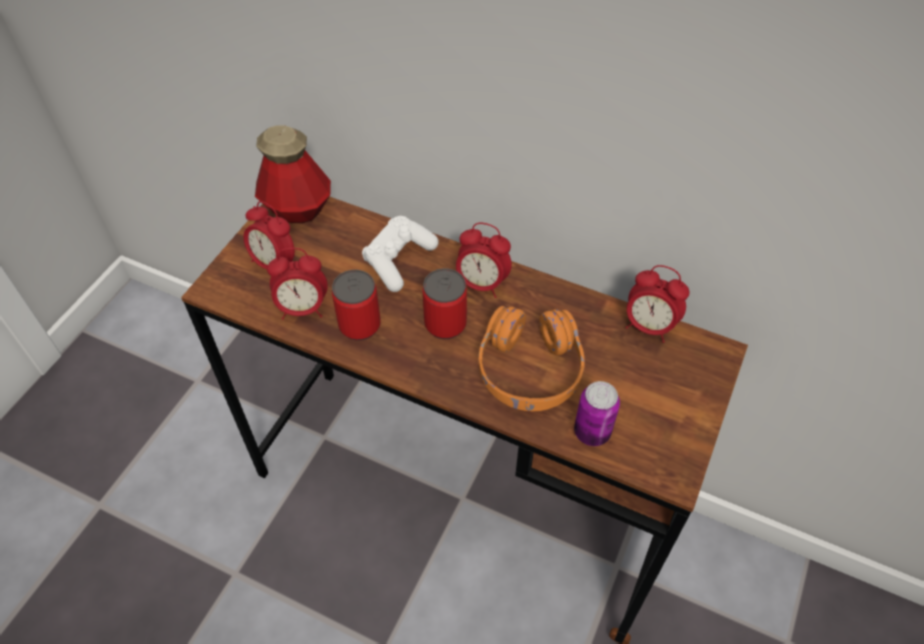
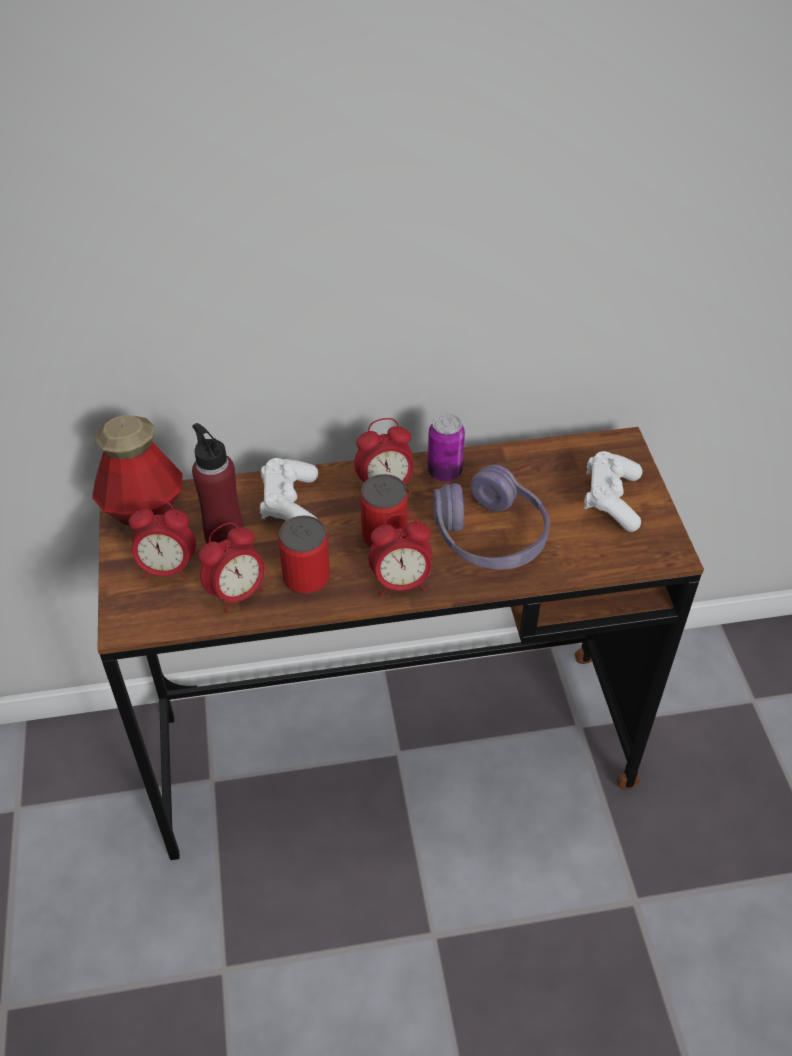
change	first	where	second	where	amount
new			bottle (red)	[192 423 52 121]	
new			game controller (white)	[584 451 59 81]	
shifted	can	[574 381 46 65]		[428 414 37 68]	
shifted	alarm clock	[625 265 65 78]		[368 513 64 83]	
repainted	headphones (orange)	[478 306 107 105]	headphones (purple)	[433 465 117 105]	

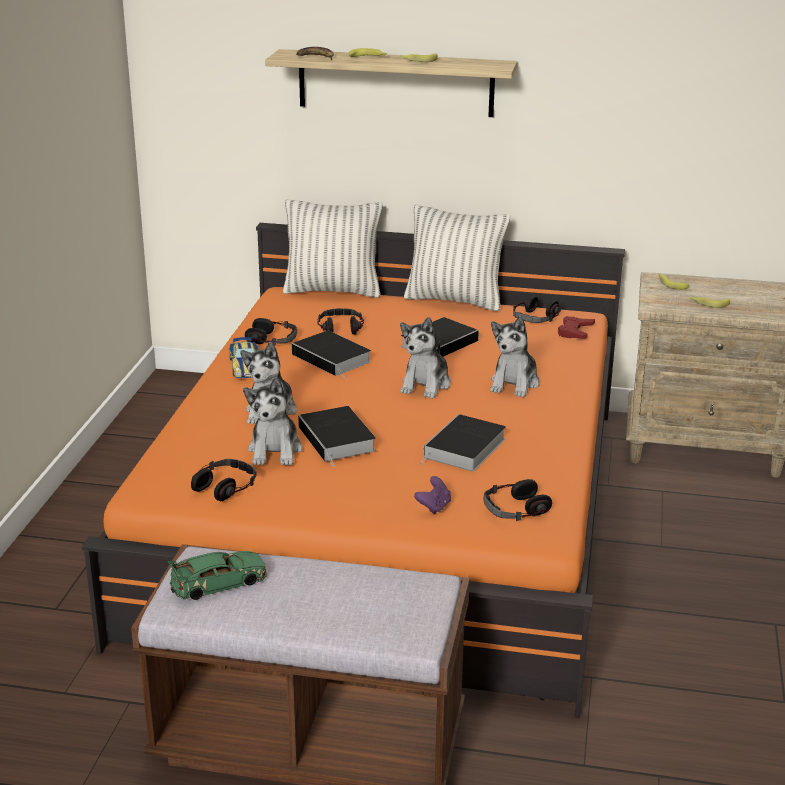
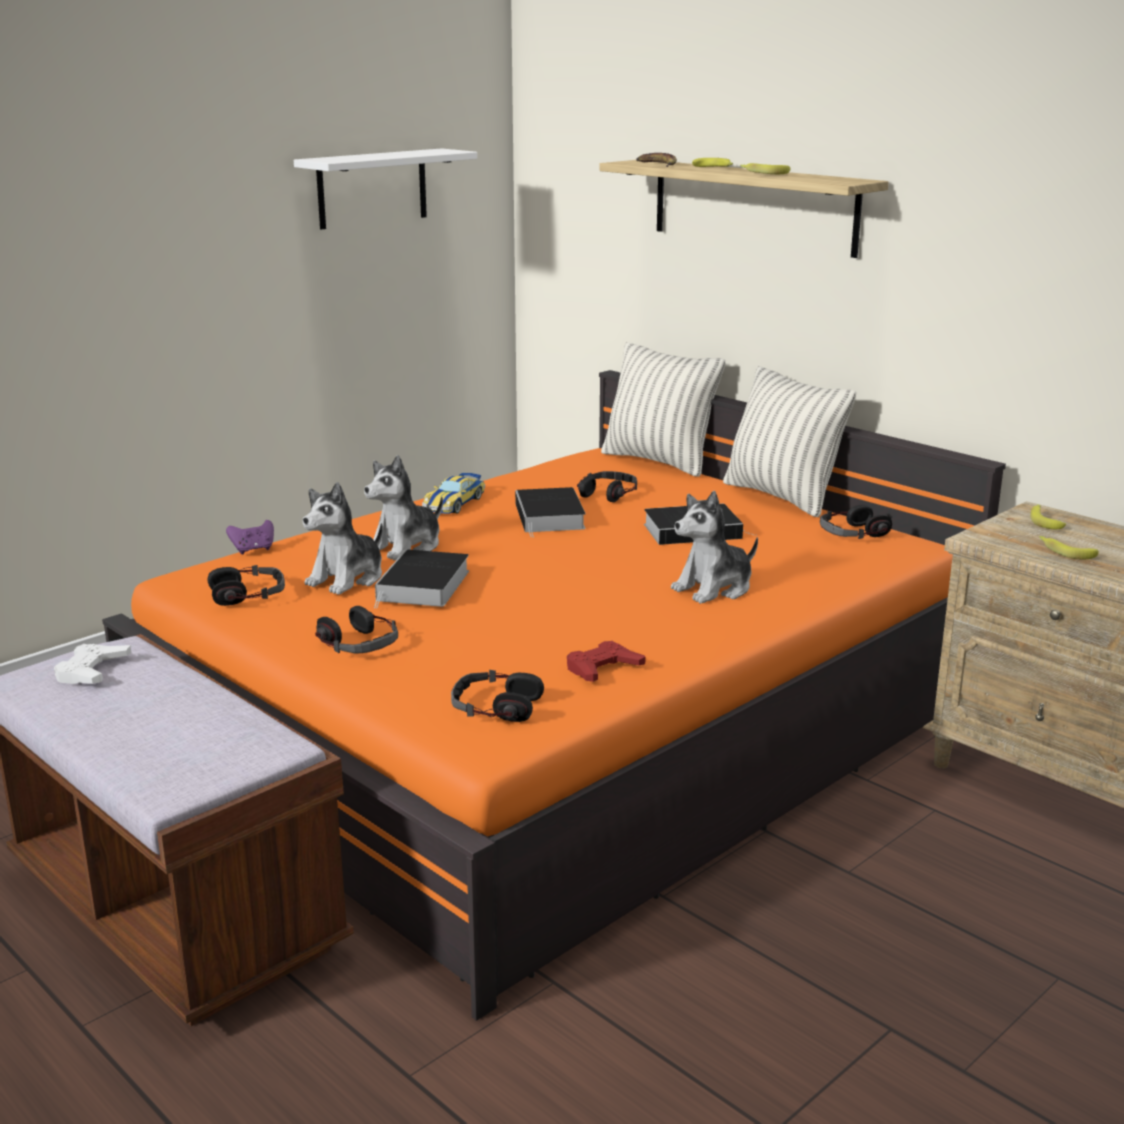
change	first	where	second	where	amount
gone	plush toy	[400 317 51 82]			
gone	book	[420 414 86 58]			
new			shelf (white)	[294 148 183 82]	
shifted	headphones	[245 318 52 28]		[315 606 83 47]	
shifted	game controller (purple)	[414 476 37 38]		[226 520 48 34]	
shifted	game controller (red)	[558 316 37 23]		[567 641 79 41]	
swapped	toy car (green)	[168 551 99 49]	game controller (white)	[54 644 77 40]	

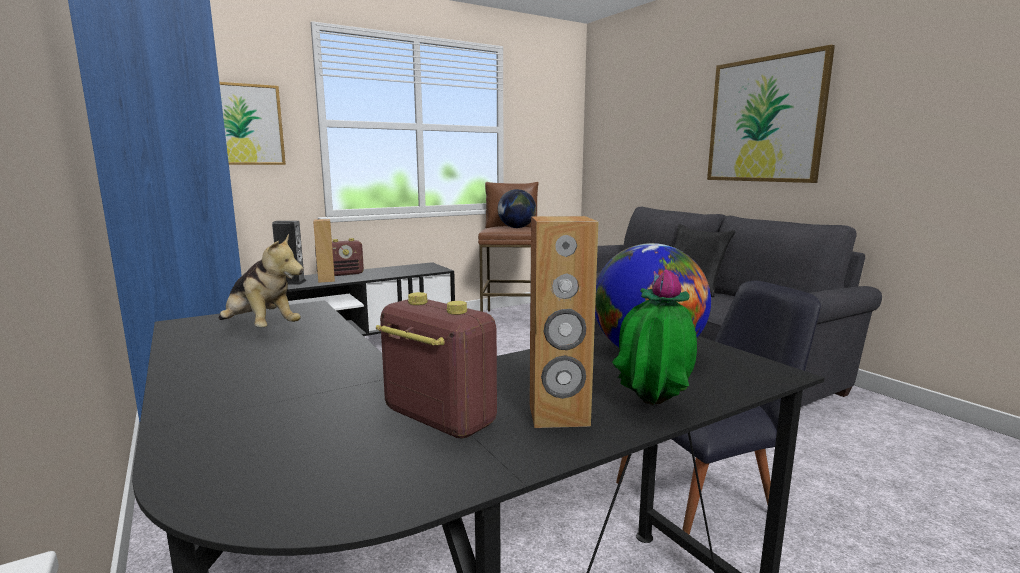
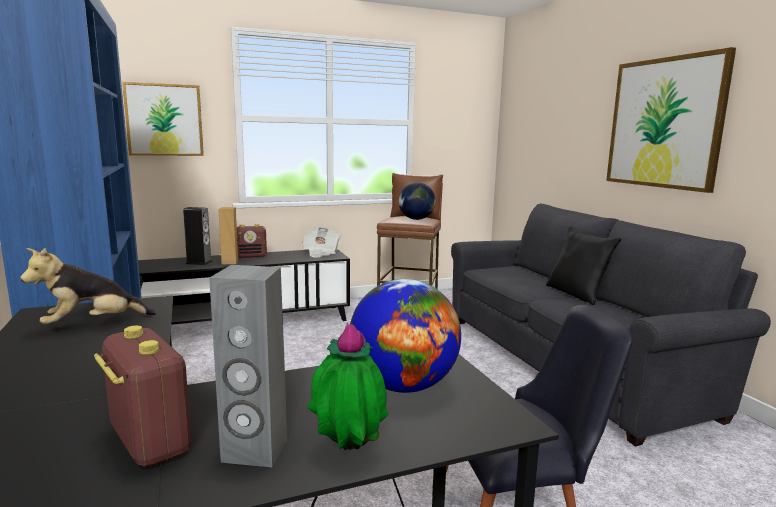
change	first	where	second	where	amount
new			newspaper	[302 227 39 30]	
repainted	speaker (brown)	[529 216 69 212]	speaker (grey)	[209 265 78 202]	
rotated	plush toy	[219 234 84 94]		[20 248 136 76]	105 degrees clockwise

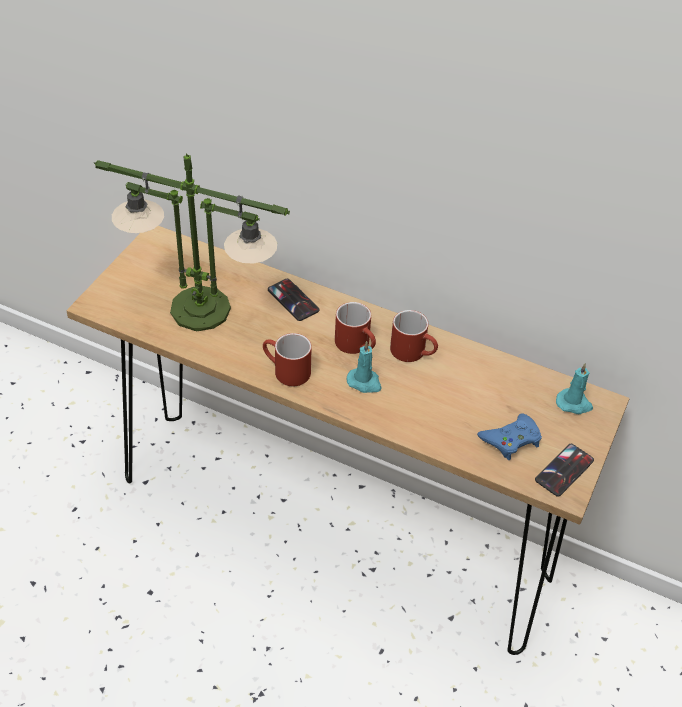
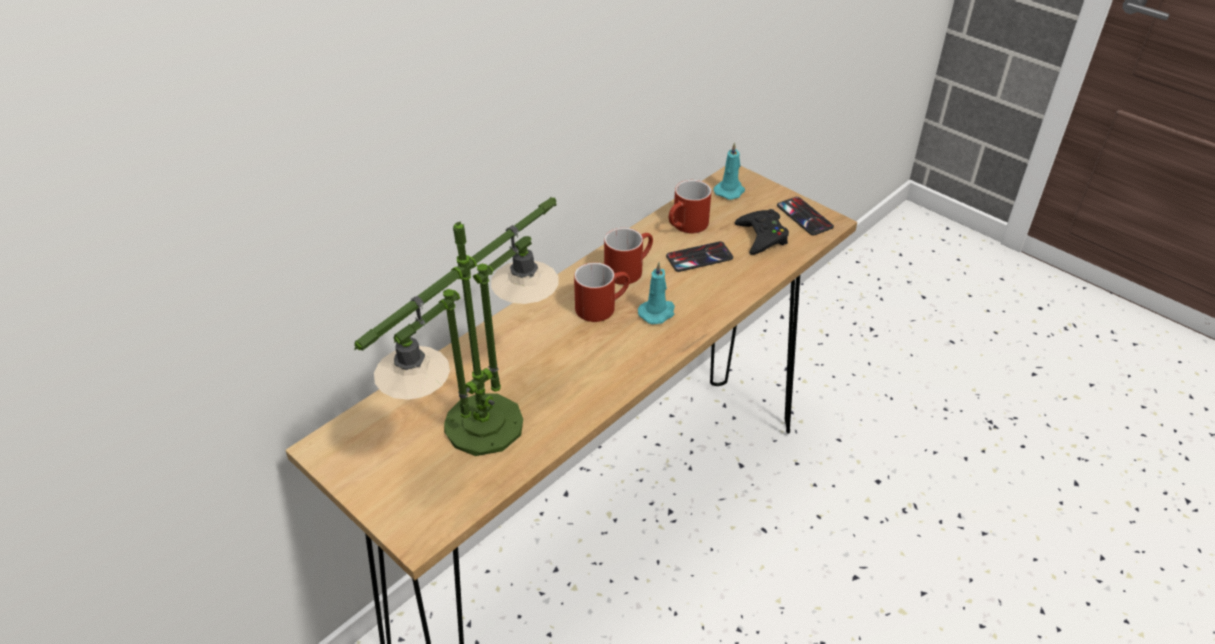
change	first	where	second	where	amount
shifted	mug (red)	[263 333 49 53]		[669 180 43 53]	
shifted	phone	[268 279 52 42]		[666 241 67 31]	
repainted	game controller (blue)	[477 413 65 47]	game controller (black)	[735 209 54 46]	

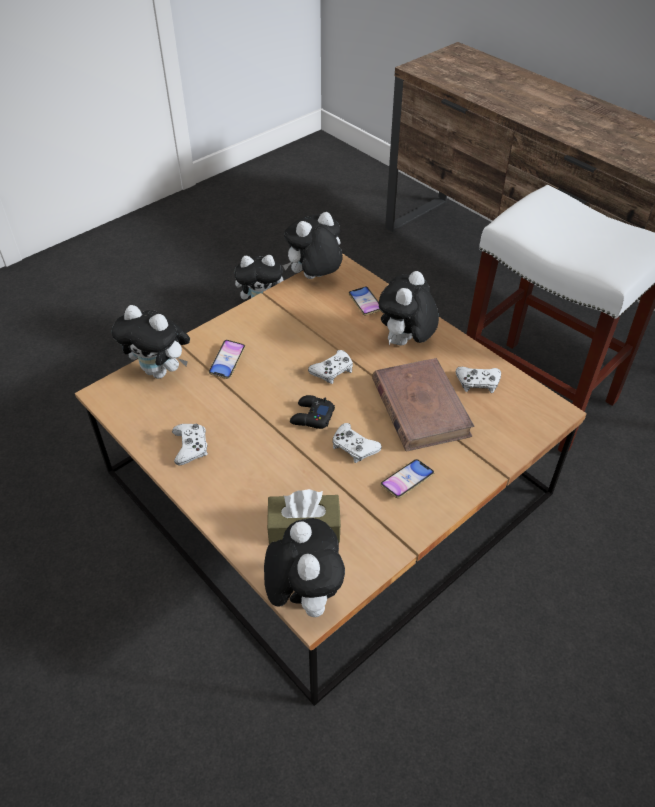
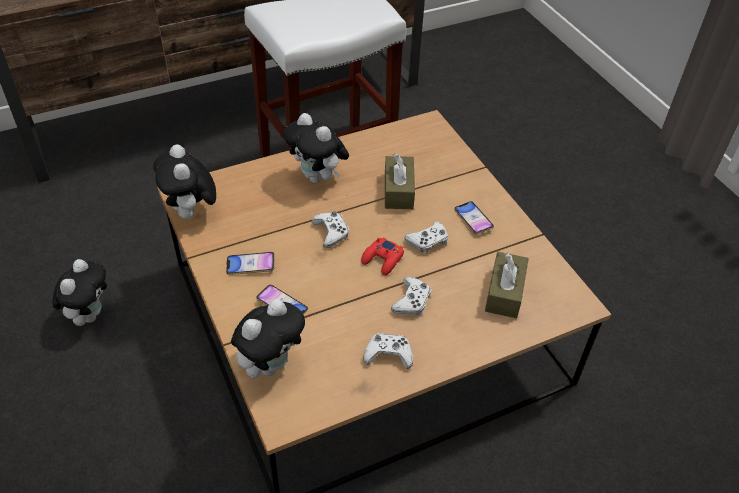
change	first	where	second	where	amount
gone	plush toy	[264 518 81 99]			
shifted	phone	[349 287 32 28]		[226 252 49 23]	
shifted	game controller (white)	[456 367 45 26]		[391 277 40 38]	
swapped	book (brown)	[372 358 102 94]	tissue box (brown)	[385 153 30 56]	
repainted	game controller (black)	[290 395 45 34]	game controller (red)	[361 237 43 38]	

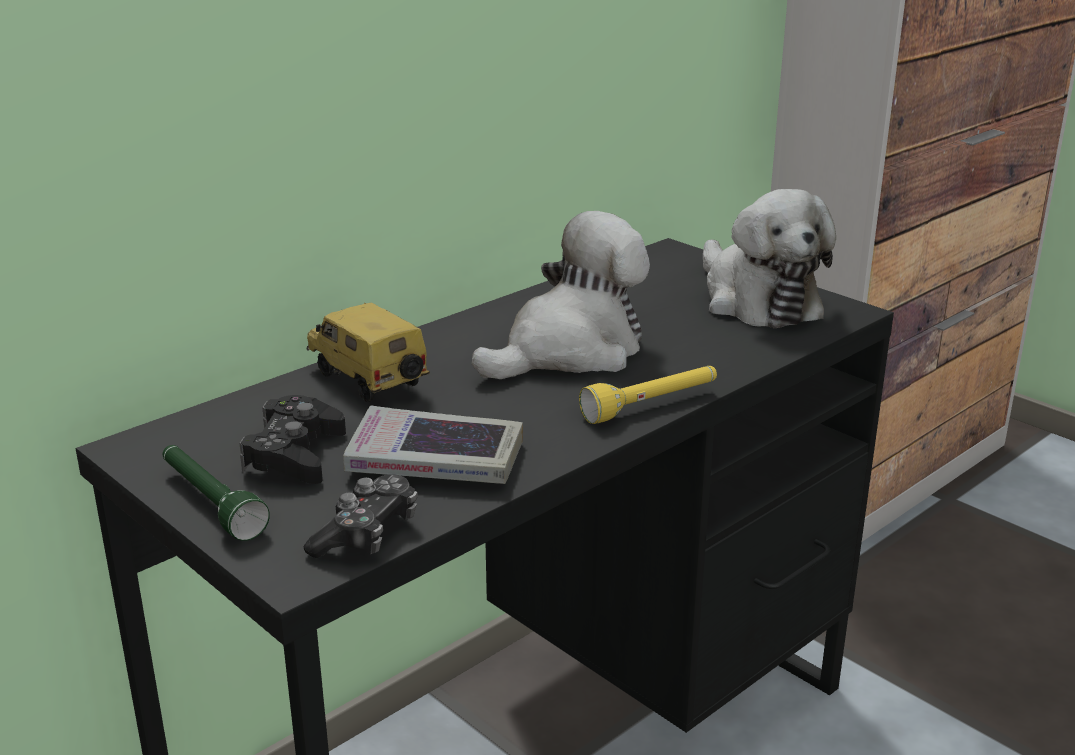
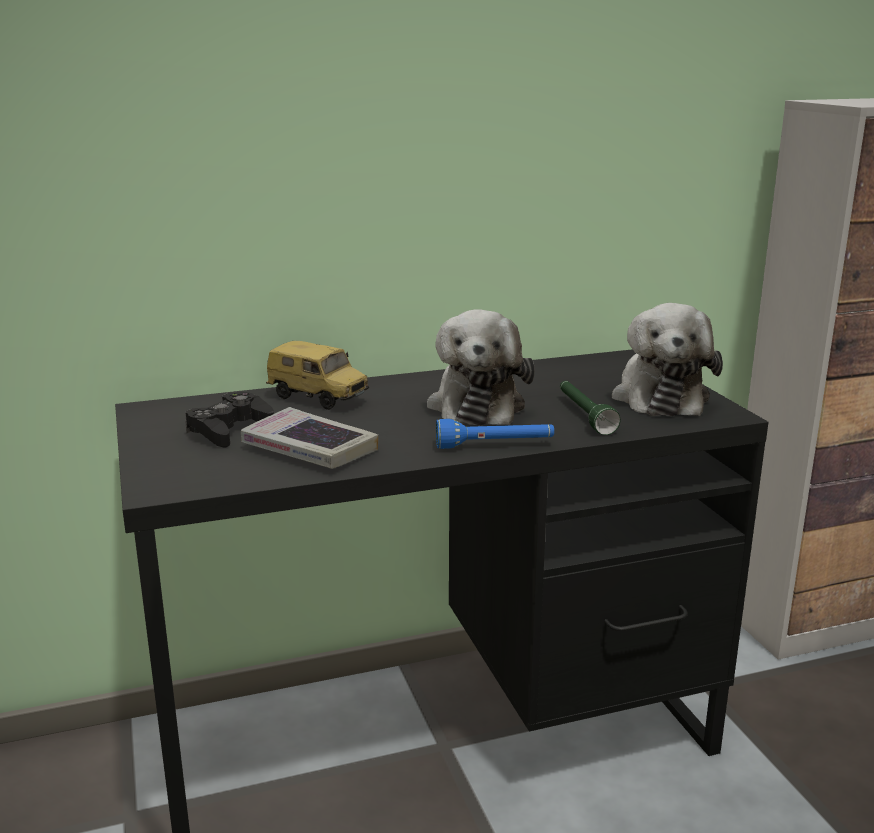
change	first	where	second	where	amount
gone	game controller	[304 474 113 84]			
shifted	flashlight (green)	[163 445 107 96]		[560 381 60 54]	
repainted	flashlight (yellow)	[579 366 138 58]	flashlight (blue)	[436 419 118 30]	
rotated	toy car	[307 302 123 100]		[266 341 103 69]	135 degrees clockwise
rotated	plush toy	[472 211 178 168]		[427 309 108 117]	105 degrees clockwise

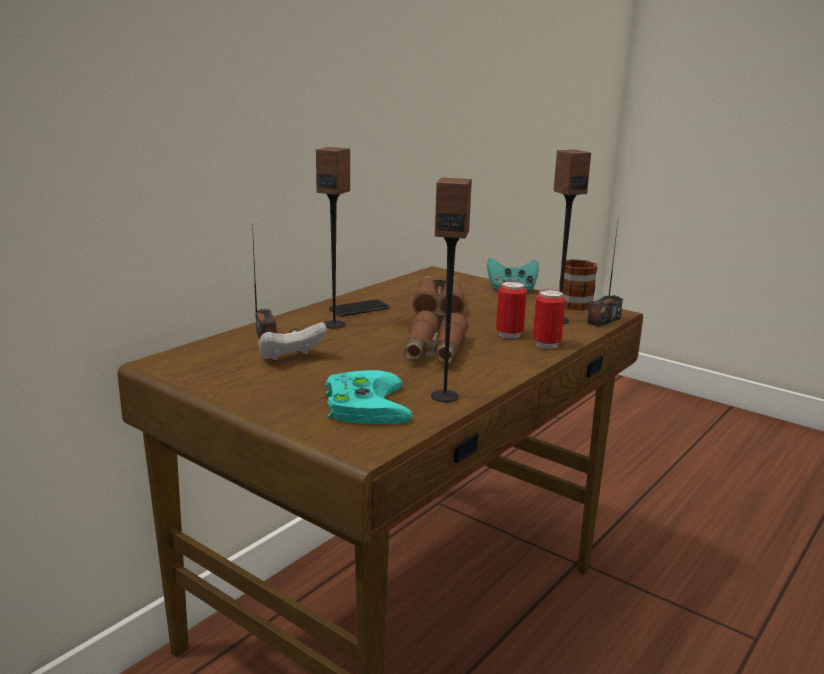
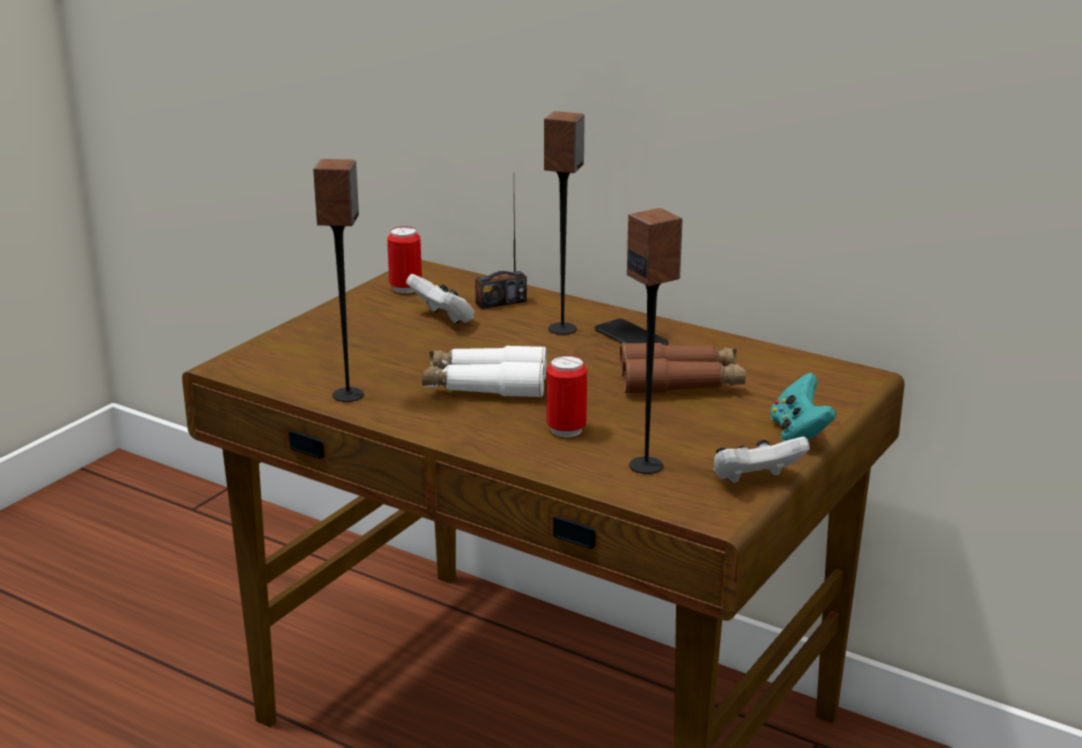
change	first	where	second	where	amount
gone	game controller (turquoise)	[326 370 87 54]			
gone	radio	[587 216 36 111]			
shifted	can	[533 289 32 60]		[387 226 35 67]	
swapped	mug	[559 259 39 51]	game controller (white)	[713 436 96 47]	
repainted	binoculars (brown)	[404 310 64 53]	binoculars (white)	[422 345 124 53]	

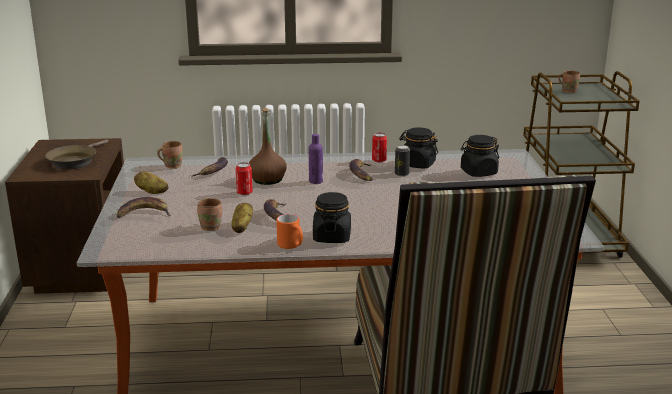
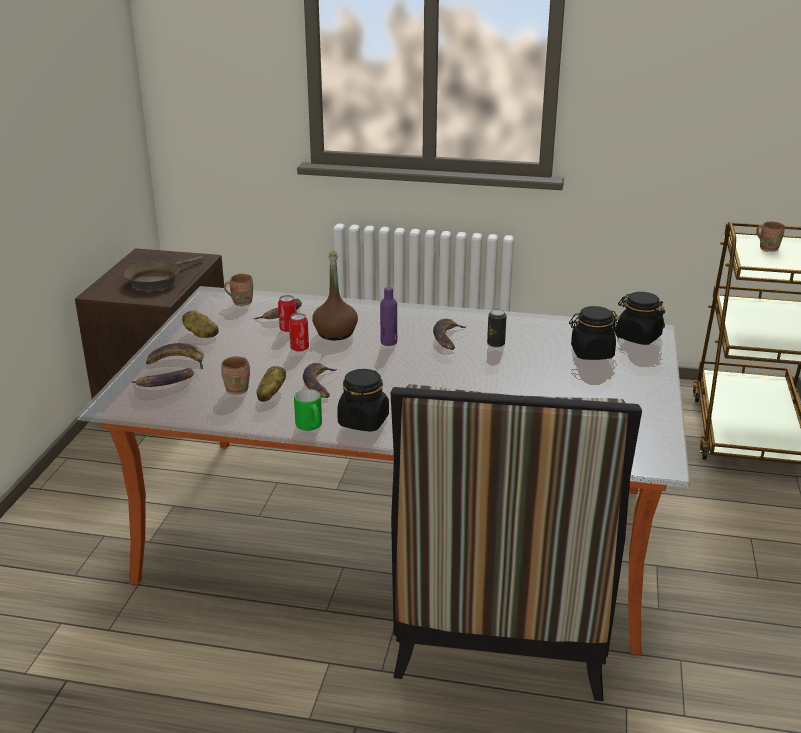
change	first	where	second	where	amount
new			banana	[131 368 63 19]	
shifted	can	[372 133 15 30]		[278 295 19 37]	
shifted	jar (black)	[399 127 39 42]		[617 292 48 53]	
repainted	mug (orange)	[276 214 27 35]	mug (green)	[294 389 28 42]	

